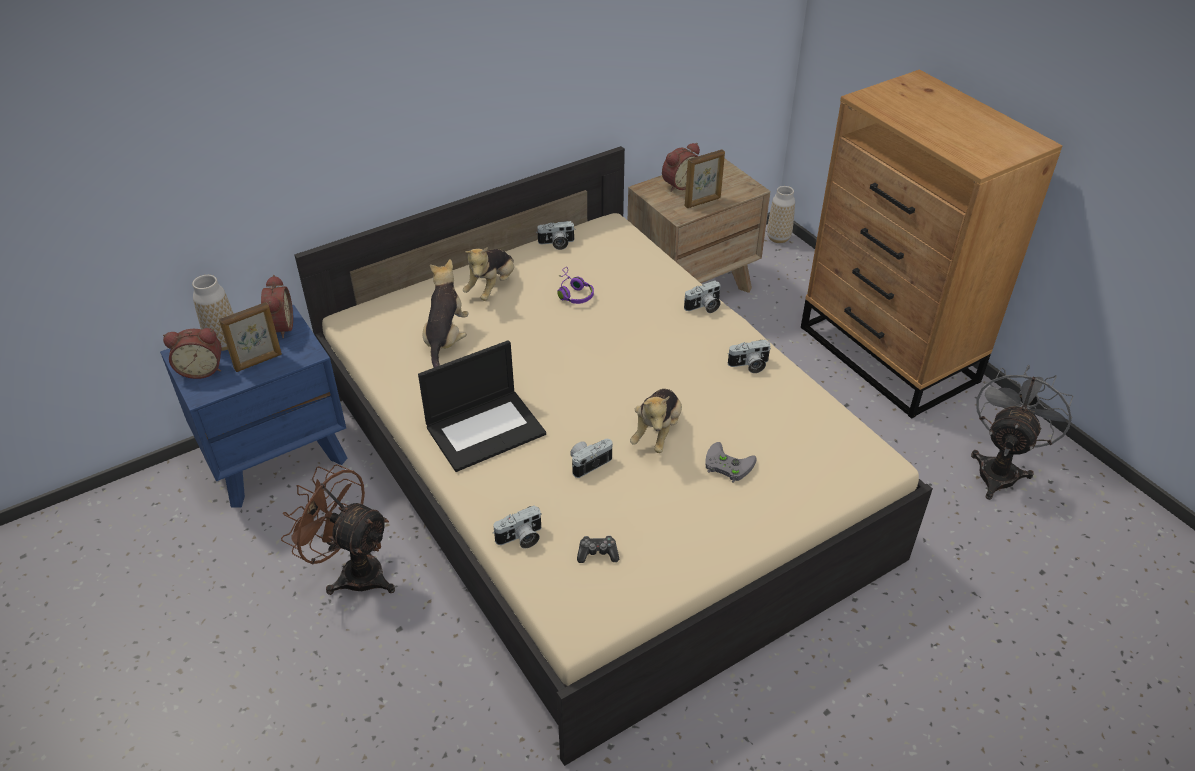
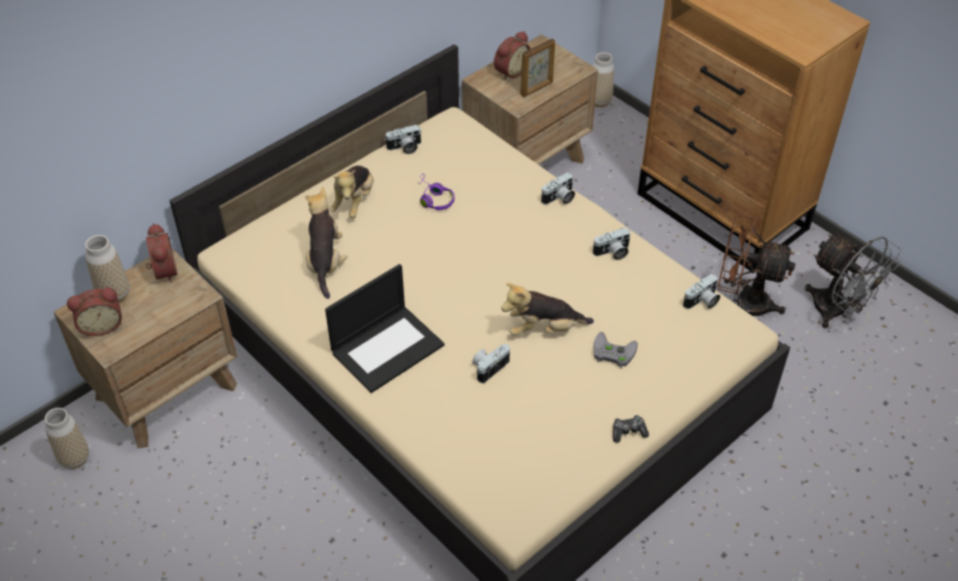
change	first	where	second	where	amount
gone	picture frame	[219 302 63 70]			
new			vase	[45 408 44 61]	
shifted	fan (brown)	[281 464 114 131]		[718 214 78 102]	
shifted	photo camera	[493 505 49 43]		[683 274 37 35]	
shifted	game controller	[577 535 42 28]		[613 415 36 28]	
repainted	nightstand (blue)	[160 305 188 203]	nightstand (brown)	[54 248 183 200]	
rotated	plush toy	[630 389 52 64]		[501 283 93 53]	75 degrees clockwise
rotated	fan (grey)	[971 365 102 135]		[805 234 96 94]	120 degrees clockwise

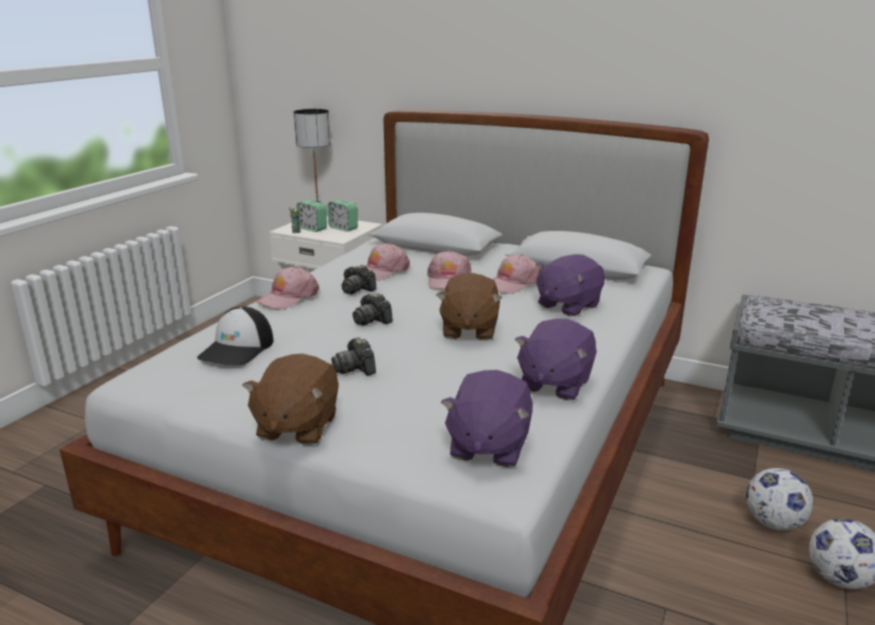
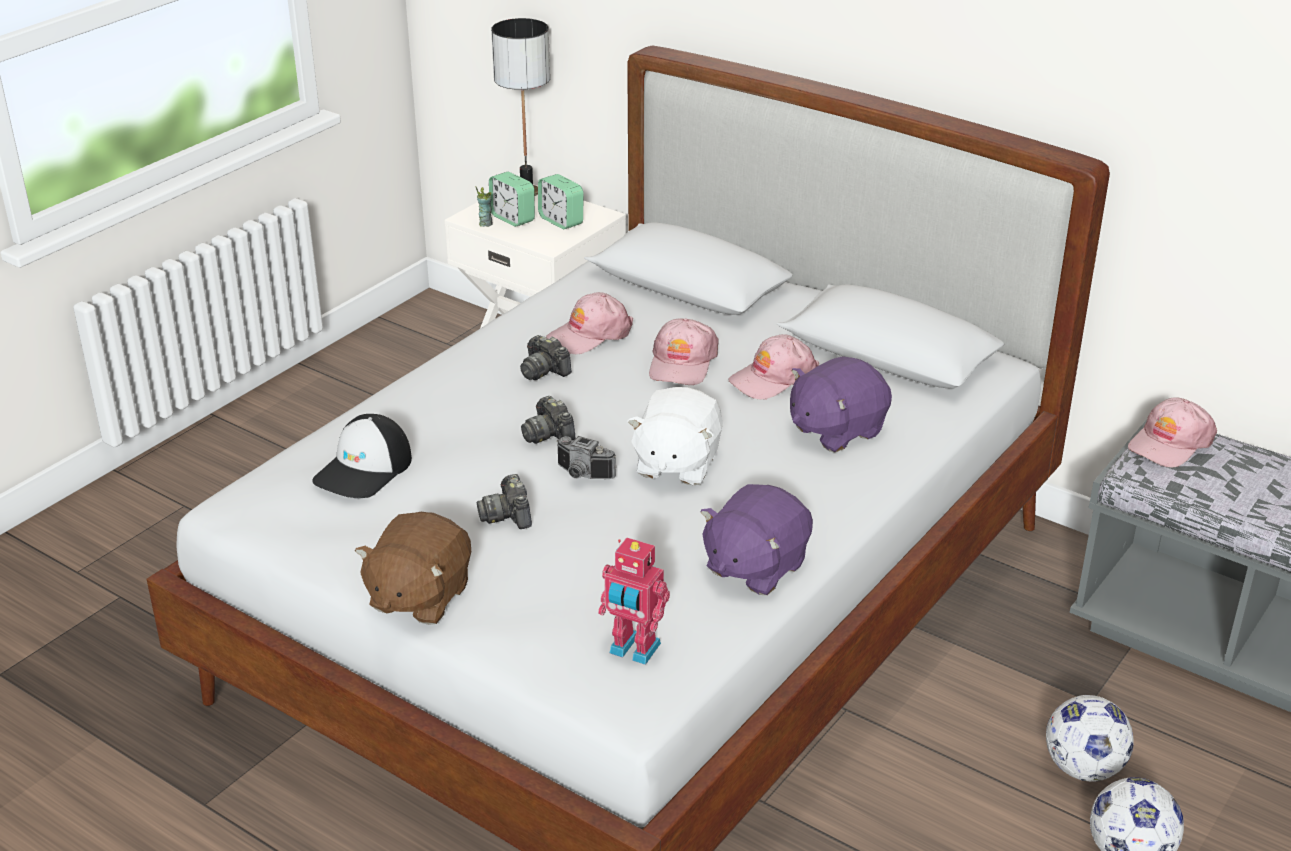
change	first	where	second	where	amount
new			photo camera	[557 436 59 43]	
shifted	cap (pink)	[256 266 63 44]		[1128 397 89 71]	
swapped	plush toy (purple)	[441 370 92 97]	toy robot	[598 538 72 127]	
repainted	plush toy (brown)	[436 273 66 68]	plush toy (white)	[627 387 96 98]	

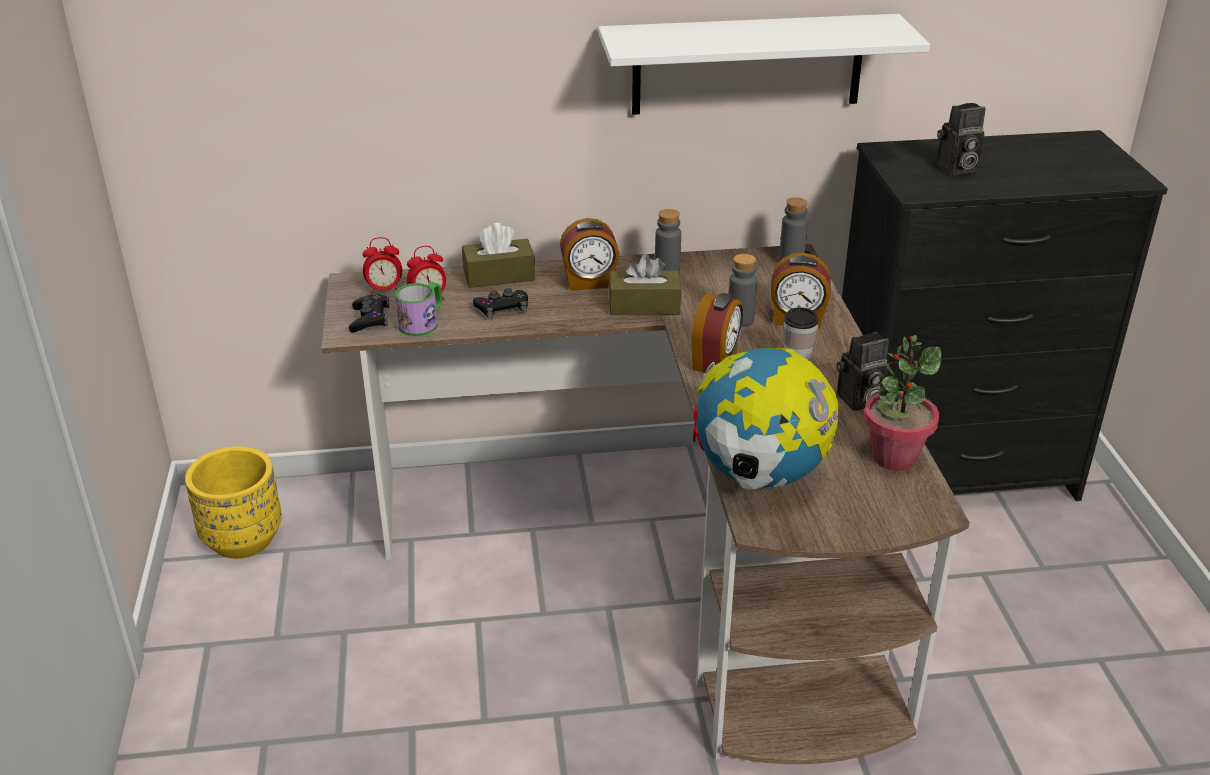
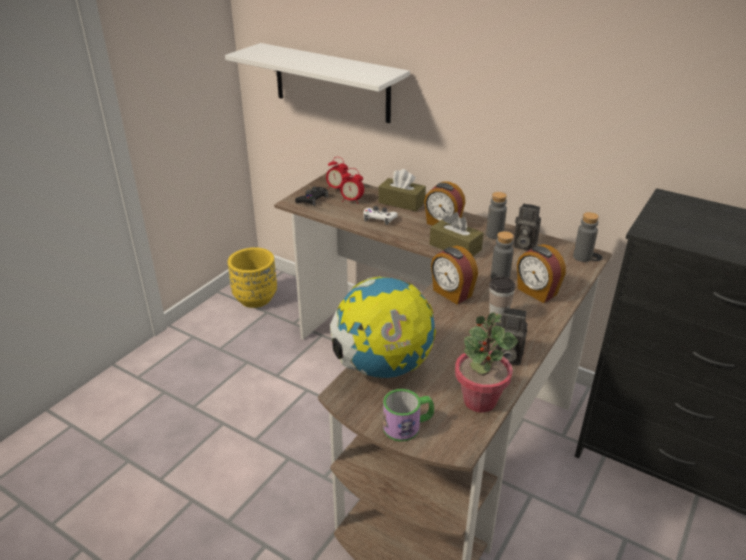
change	first	where	second	where	amount
shifted	mug	[395 282 47 54]		[383 389 51 53]	
shifted	shelf (white)	[598 14 332 101]		[225 43 185 80]	
shifted	photo camera	[937 103 49 72]		[513 203 28 48]	
repainted	game controller (black)	[473 288 55 31]	game controller (white)	[364 206 34 19]	
rotated	alarm clock	[691 293 52 80]		[431 246 47 59]	75 degrees clockwise

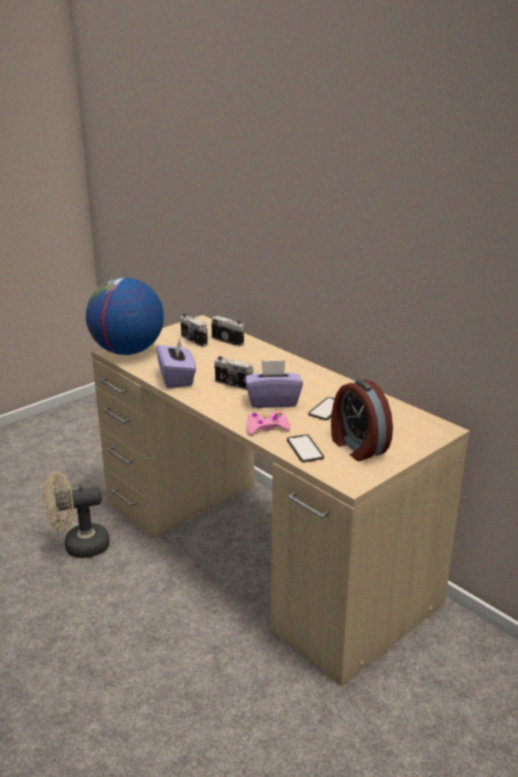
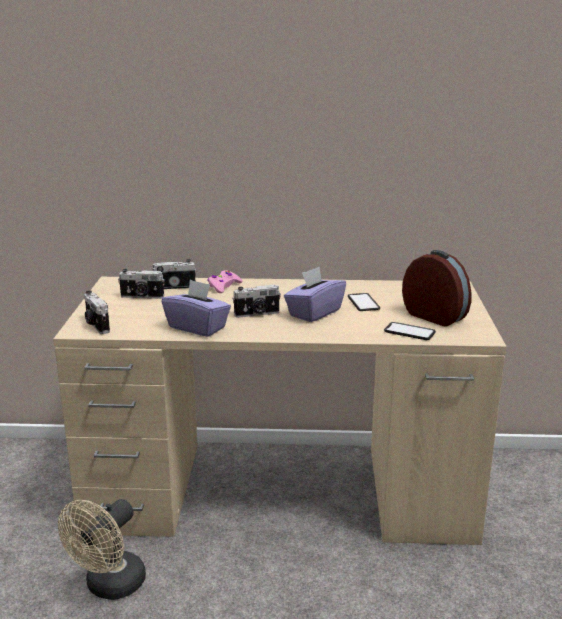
change	first	where	second	where	amount
shifted	game controller (pink)	[247 411 43 24]		[207 270 36 23]	
swapped	globe	[86 277 78 78]	photo camera	[84 290 26 44]	
rotated	alarm clock	[331 379 62 82]		[402 250 69 77]	150 degrees counterclockwise

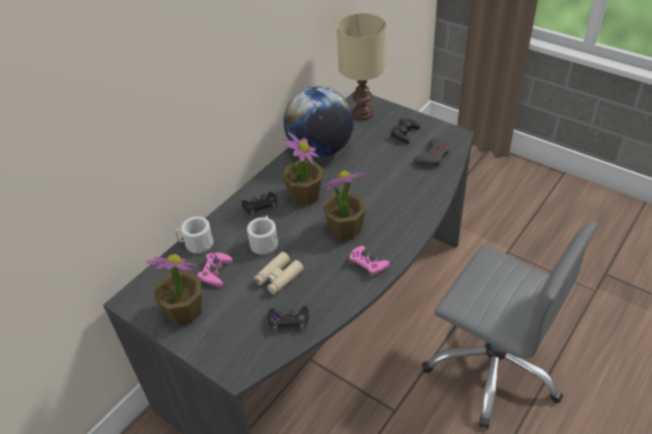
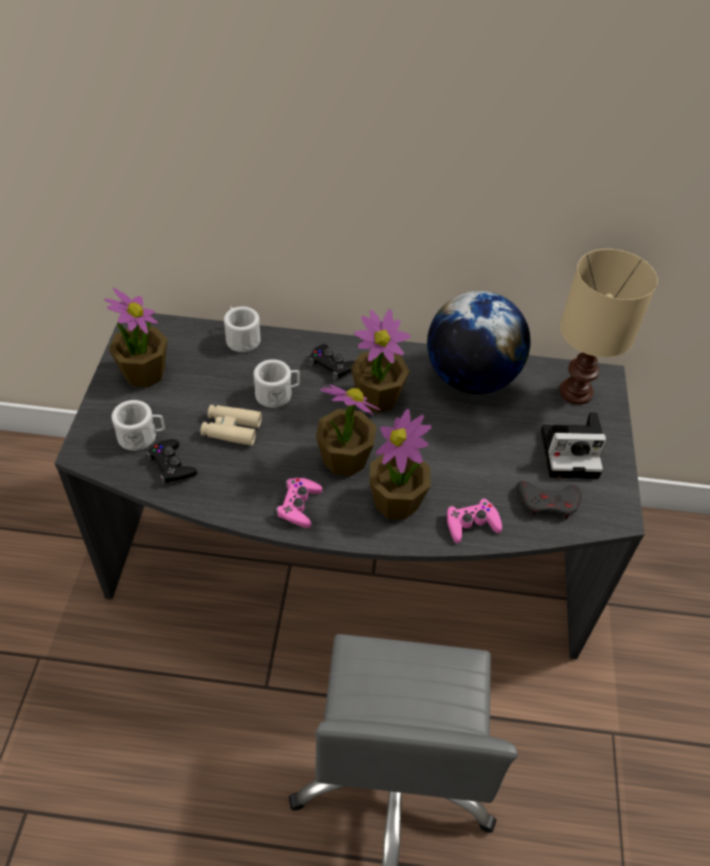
change	first	where	second	where	amount
new			mug (white)	[112 400 53 51]	
new			potted plant	[370 409 62 110]	
shifted	game controller (pink)	[197 253 36 34]		[447 498 55 45]	
swapped	game controller (black)	[390 118 30 26]	photo camera	[541 412 66 67]	

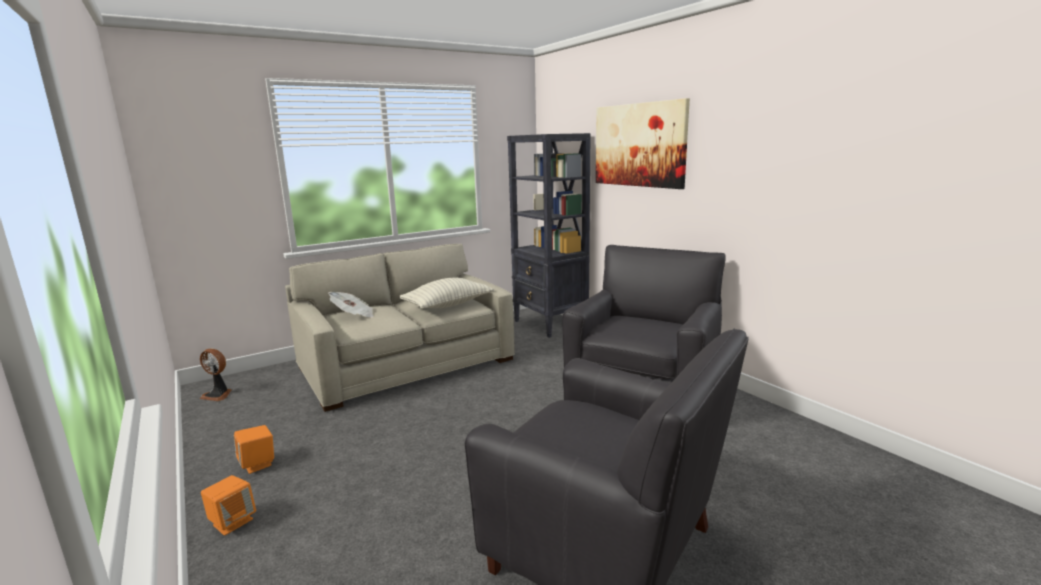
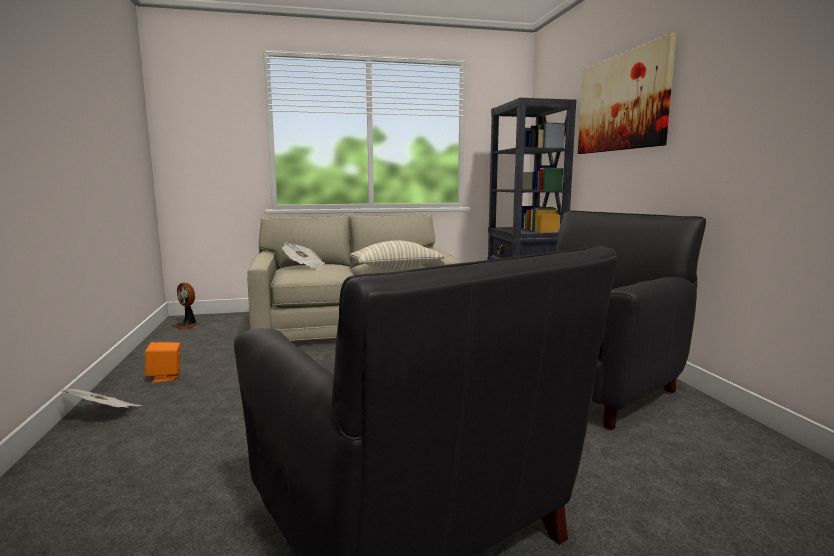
change	first	where	second	where	amount
swapped	speaker (orange)	[201 475 55 61]	newspaper	[58 389 84 19]	

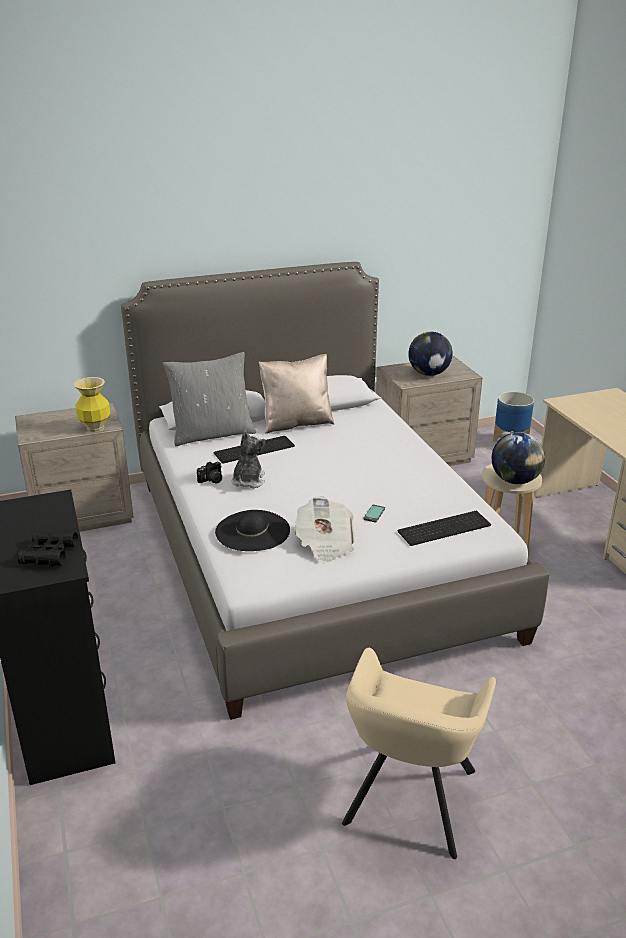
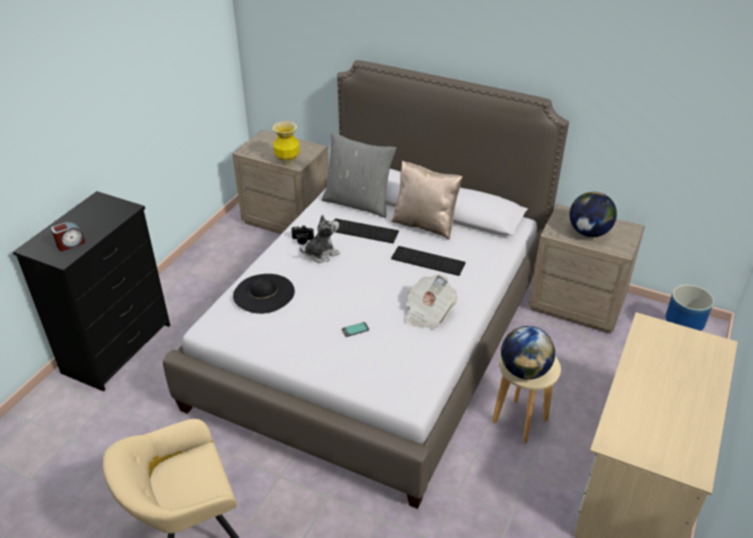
change	first	where	second	where	amount
shifted	newspaper	[294 496 61 68]		[406 275 51 53]	
shifted	keyboard	[398 511 93 35]		[391 246 75 30]	
swapped	binoculars (black)	[18 530 60 37]	alarm clock	[51 222 35 29]	

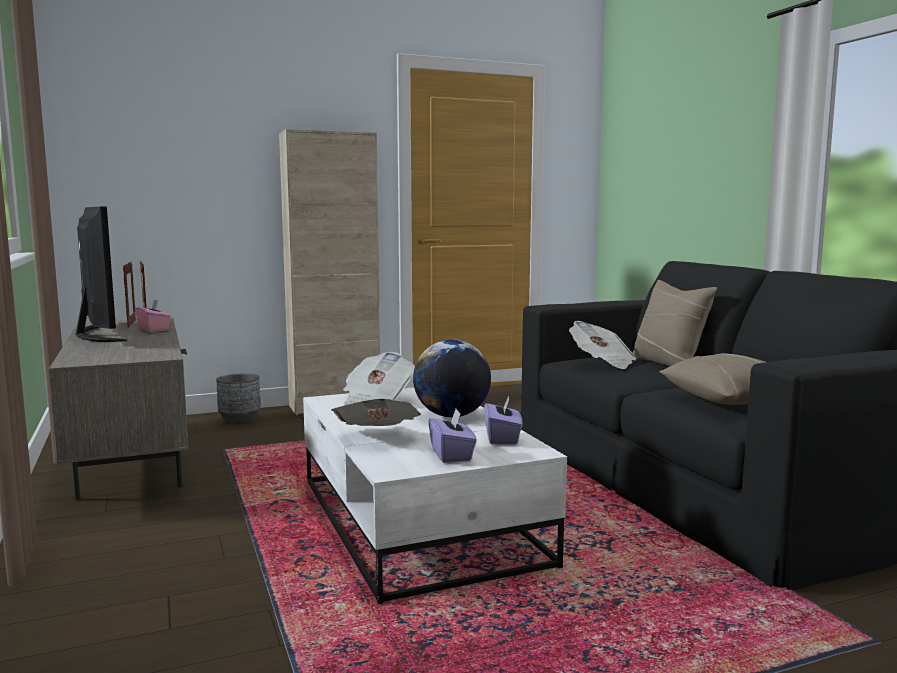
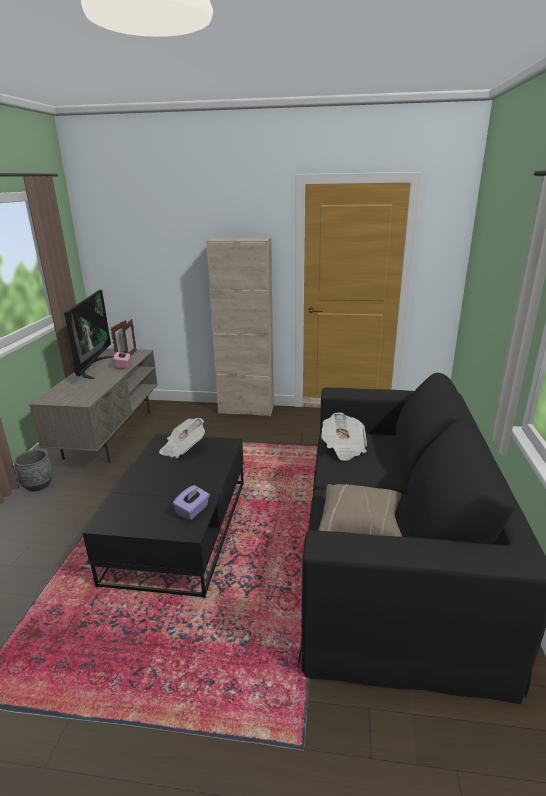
change	first	where	second	where	amount
gone	newspaper	[331 399 90 27]			
gone	globe	[413 339 78 79]			
gone	tissue box (purple)	[428 409 49 54]			
gone	pillow (beige)	[632 280 85 86]			
shifted	planter (grey)	[216 373 45 51]		[13 449 40 42]	
repainted	coffee table (white)	[303 387 264 217]	coffee table (black)	[83 434 161 164]	

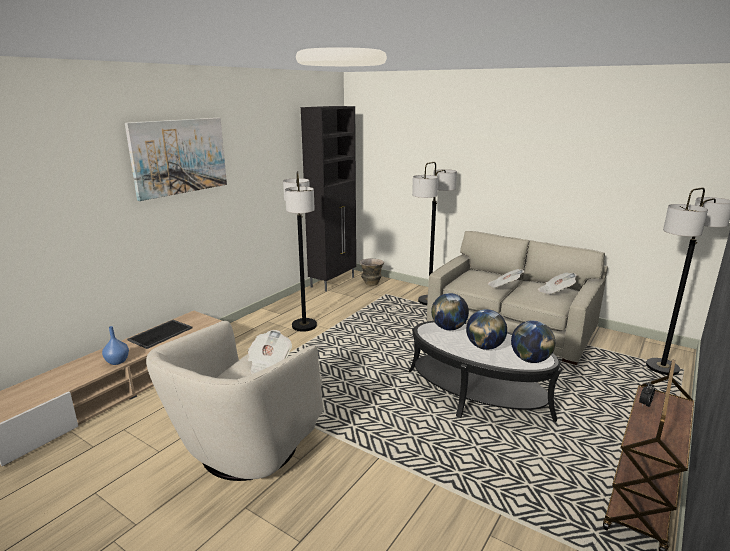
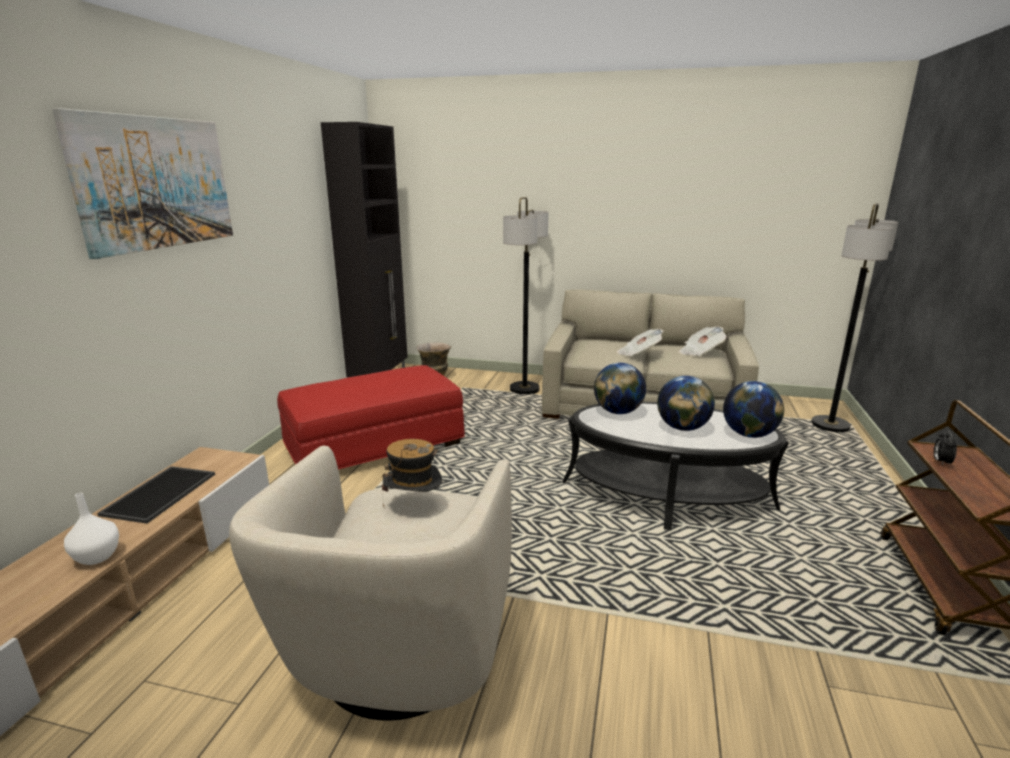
change	first	where	second	where	amount
swapped	newspaper	[248 330 44 44]	hat	[382 439 60 68]	
swapped	floor lamp	[283 171 34 161]	ottoman (red)	[277 365 188 104]	
repainted	vase (blue)	[102 326 27 39]	vase (white)	[64 493 55 72]	

